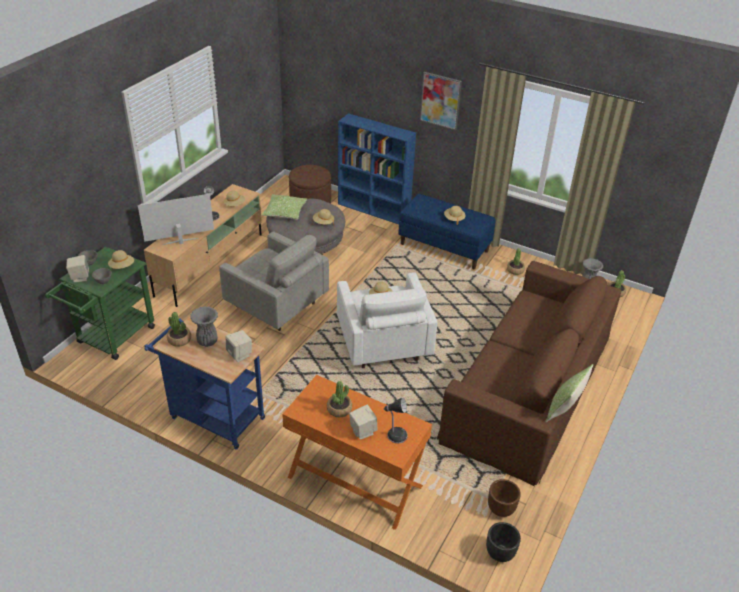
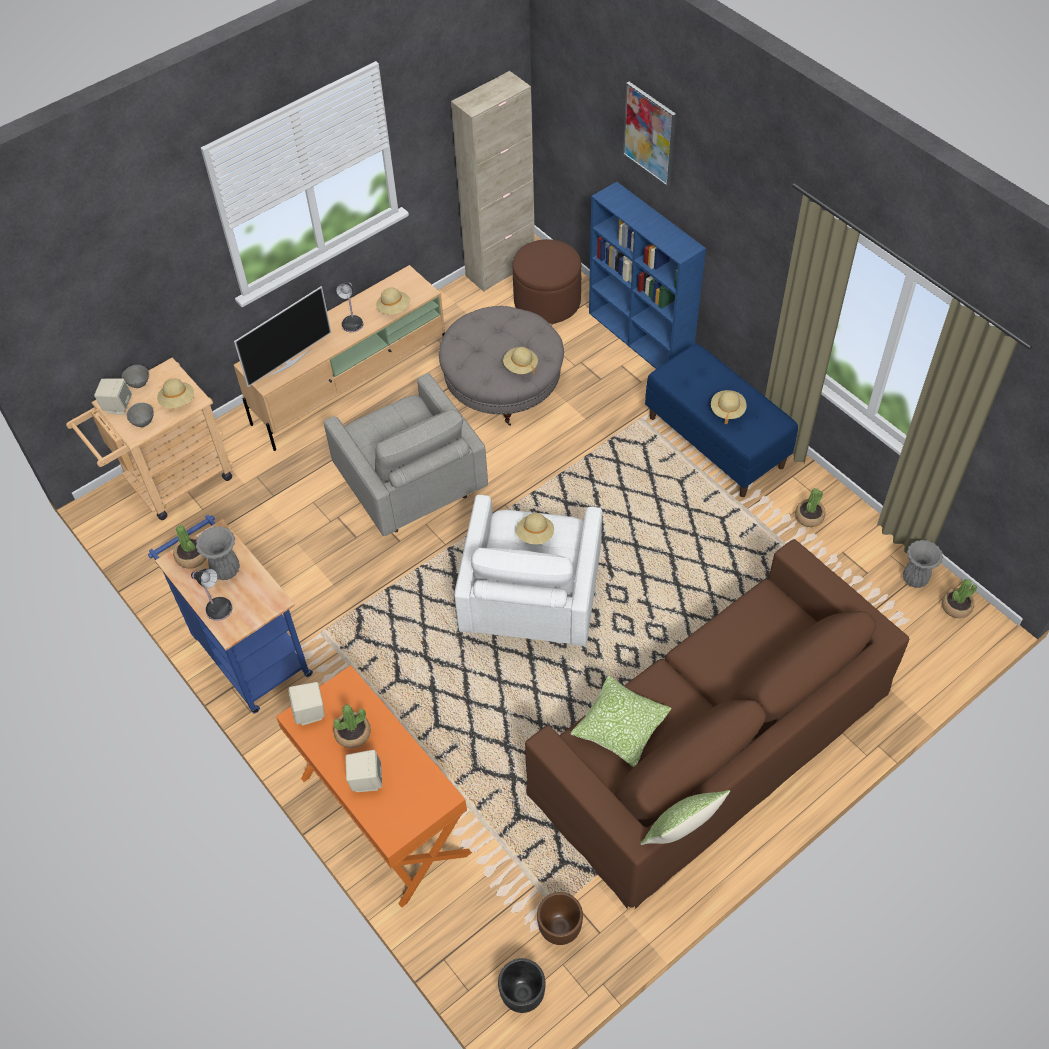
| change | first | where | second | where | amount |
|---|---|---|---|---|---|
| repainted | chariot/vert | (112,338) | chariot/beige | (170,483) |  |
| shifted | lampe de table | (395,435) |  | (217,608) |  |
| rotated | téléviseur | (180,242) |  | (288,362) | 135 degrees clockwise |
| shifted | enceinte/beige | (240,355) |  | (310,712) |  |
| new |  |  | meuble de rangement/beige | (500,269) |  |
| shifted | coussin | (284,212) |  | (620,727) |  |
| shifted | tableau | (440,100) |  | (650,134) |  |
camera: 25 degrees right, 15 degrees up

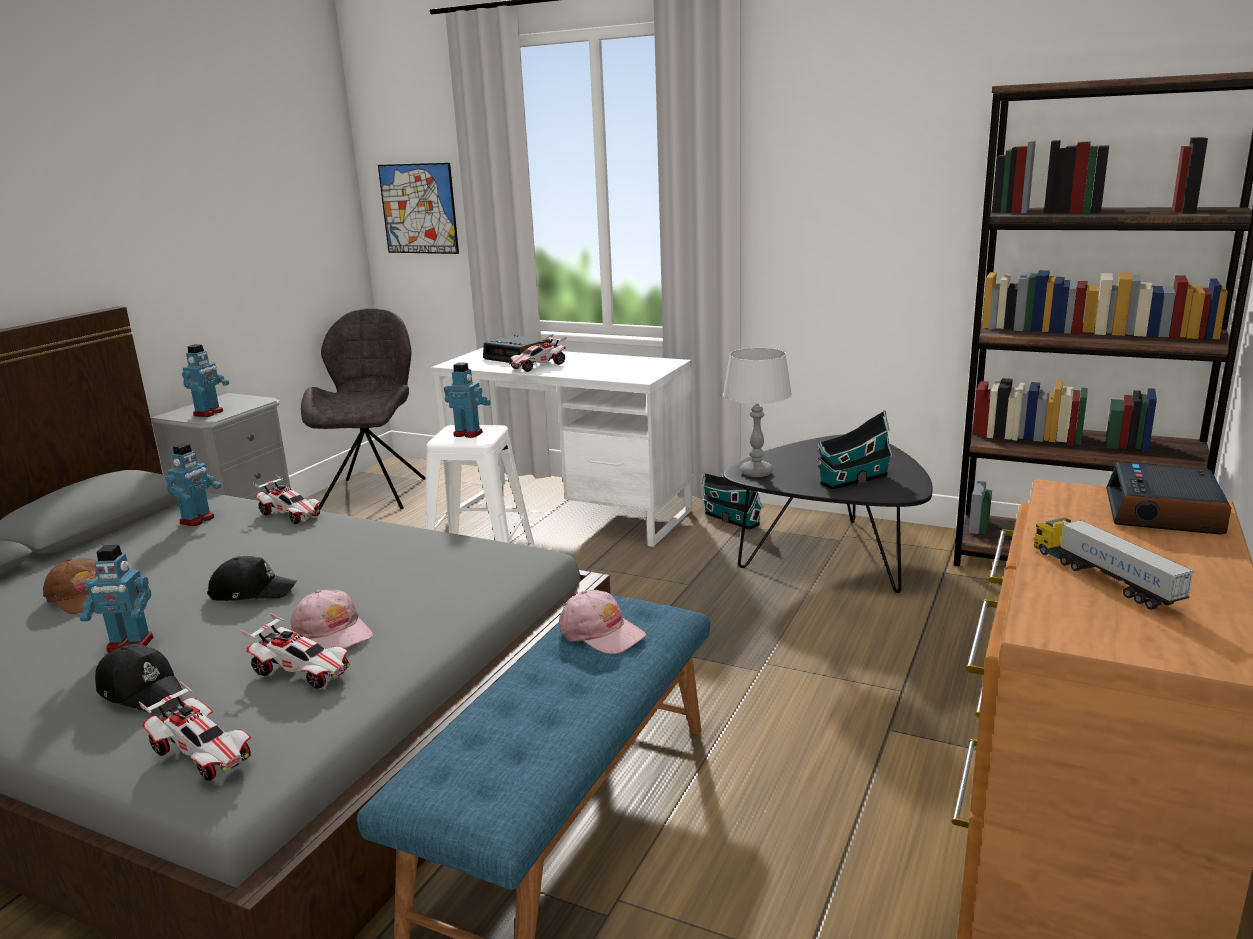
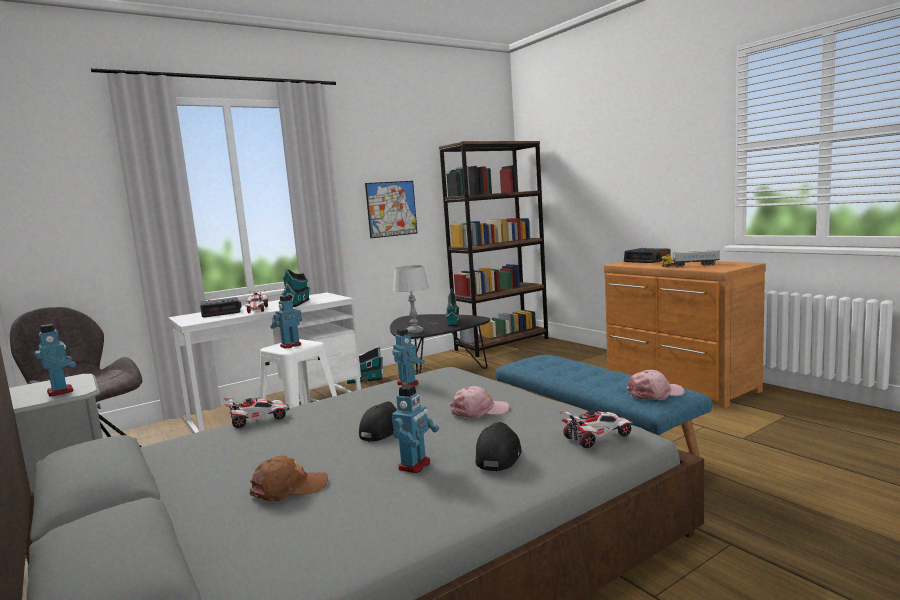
| change | first | where | second | where | amount |
|---|---|---|---|---|---|
| new |  |  | maison miniature | (298,303) |  |
| shifted | tableau | (418,209) |  | (391,209) |  |
| shifted | robot jouet | (198,520) |  | (408,383) |  |
| rotated | casquette/noir | (141,689) |  | (498,455) | 45 degrees counterclockwise |
| shifted | casquette/rose | (601,633) |  | (655,393) |  |
| gone | petite voiture | (302,672) |  |  |  |
camera: 60 degrees left, 10 degrees down

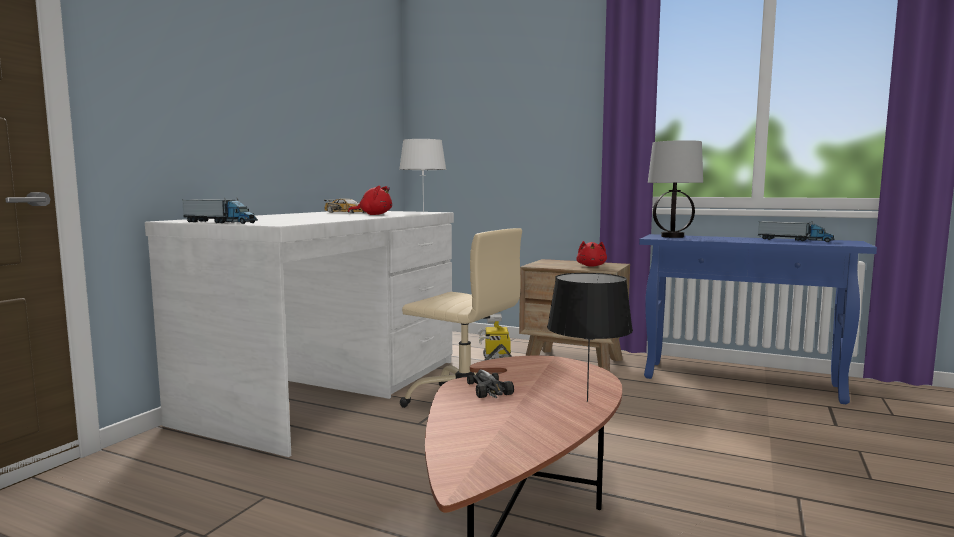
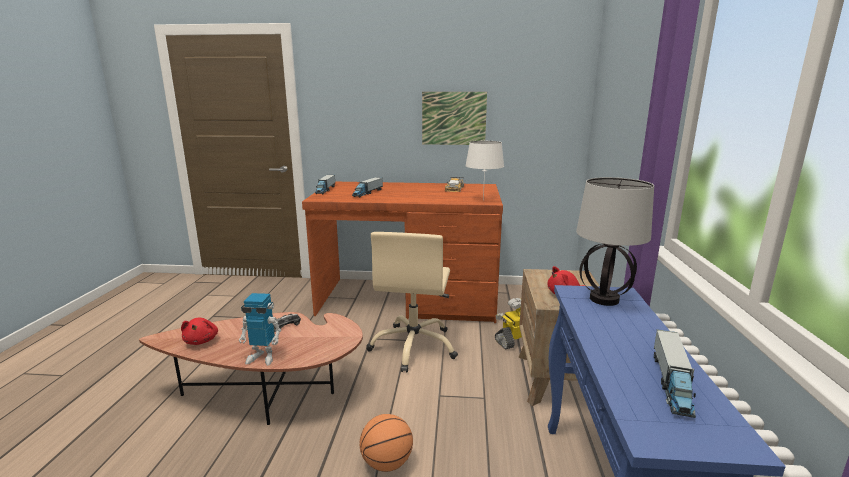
| change | first | where | second | where | amount |
|---|---|---|---|---|---|
| shifted | peluche/rouge | (373,215) |  | (202,341) |  |
| swapped | lampe de table/noir | (586,401) | robot jouet | (262,357) |  |
| repainted | bureau/blanc | (331,389) | bureau/marron | (409,299) |  |
| new |  |  | camion jouet | (367,193) |  |
| new |  |  | ballon de basket | (387,463) |  |
| new |  |  | tableau | (453,118) |  |
camera: 70 degrees right, 10 degrees up

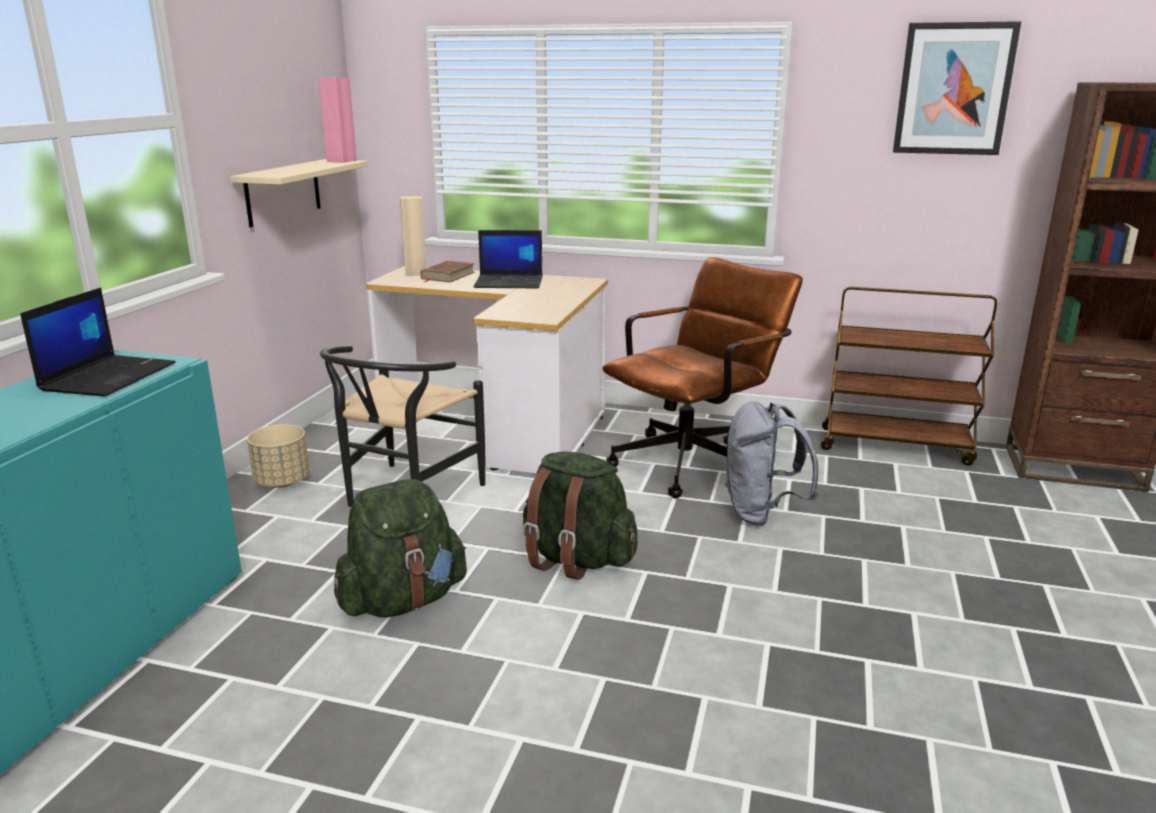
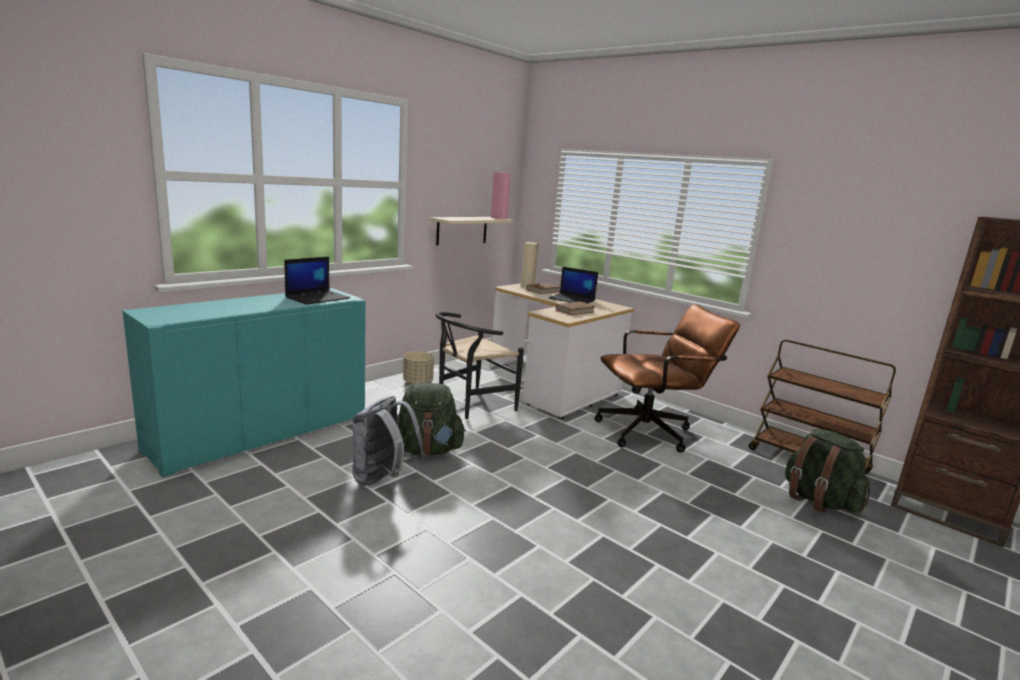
| change | first | where | second | where | amount |
|---|---|---|---|---|---|
| shifted | sac à dos/gris | (762,513) |  | (383,479) |  |
| new |  |  | livre/marron | (574,311) |  |
| shifted | sac à dos/vert | (576,560) |  | (818,501) |  |
| gone | tableau | (953,89) |  |  |  |
camera: 25 degrees right, 5 degrees down

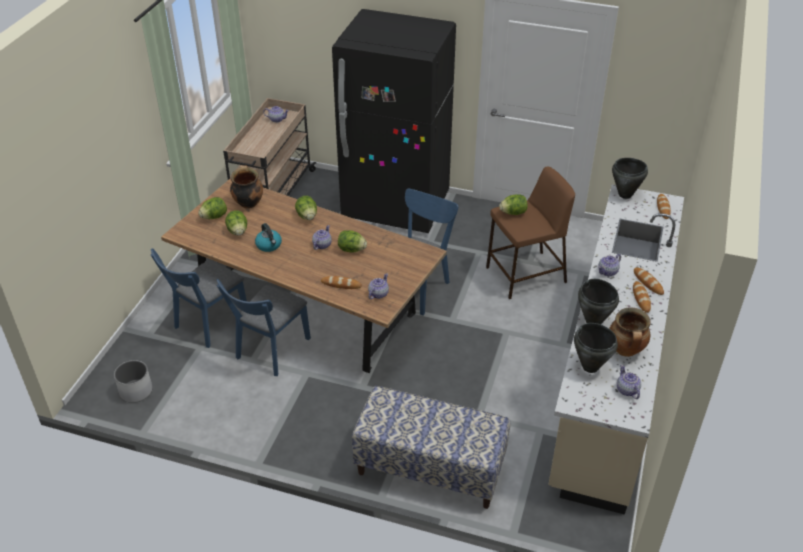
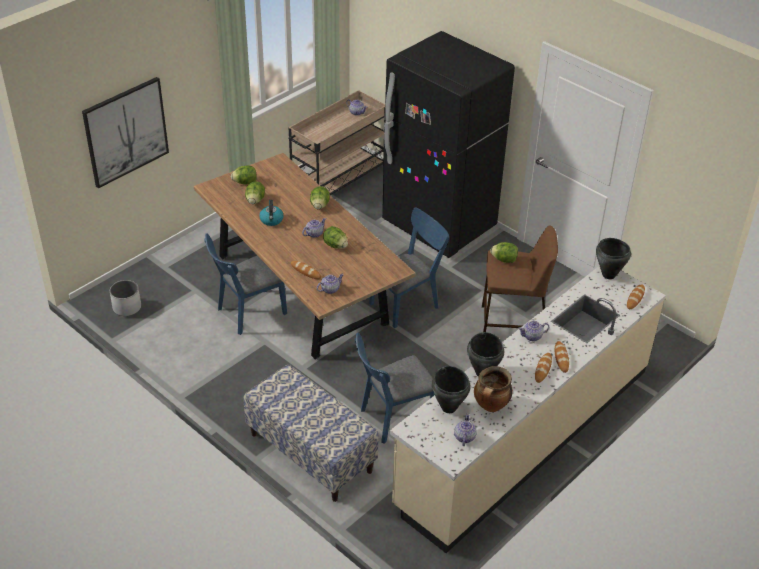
| change | first | where | second | where | amount |
|---|---|---|---|---|---|
| new |  |  | tableau | (126,131) |  |
| shifted | chaise/bleu | (207,324) |  | (392,418) |  |
| gone | marmite | (248,203) |  |  |  |
camera: 25 degrees right, 0 degrees up

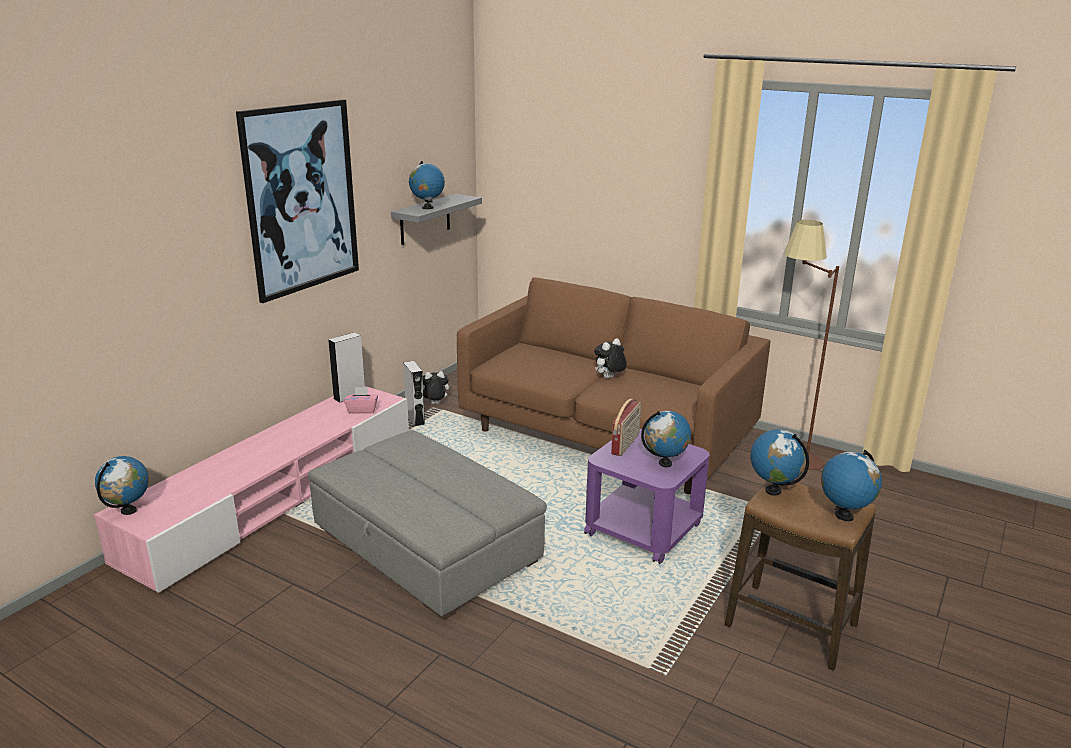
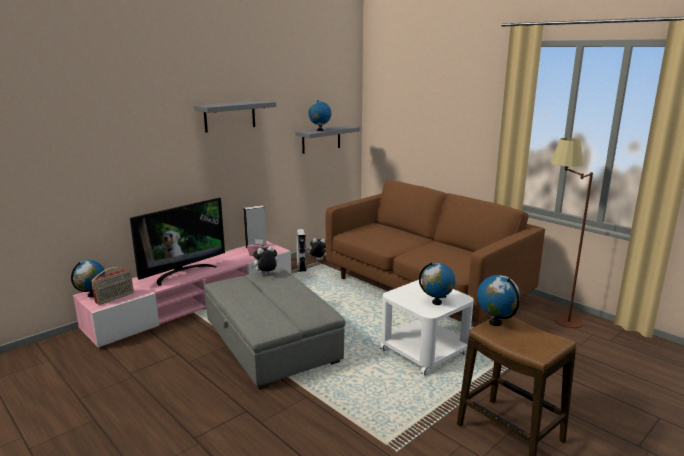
| change | first | where | second | where | amount |
|---|---|---|---|---|---|
| shifted | radio | (626,444) |  | (115,298) |  |
| new |  |  | téléviseur | (182,272) |  |
| swapped | tableau | (301,198) | étagère/gris | (230,116) |  |
| shifted | peluche | (609,378) |  | (266,275) |  |
| repainted | table d'appoint/violet | (643,528) | table d'appoint/blanc | (424,351) |  |
| gone | globe | (844,516) |  |  |  |
camera: 15 degrees right, 5 degrees down

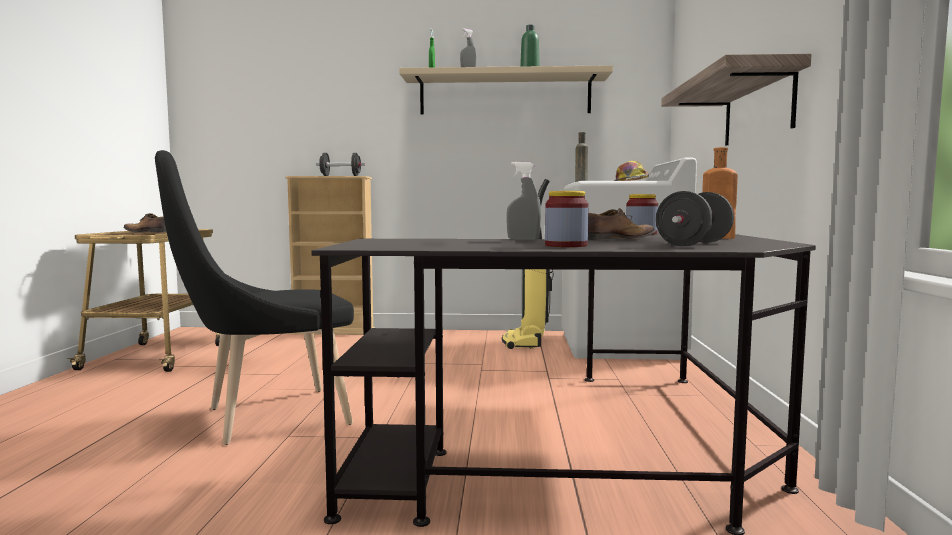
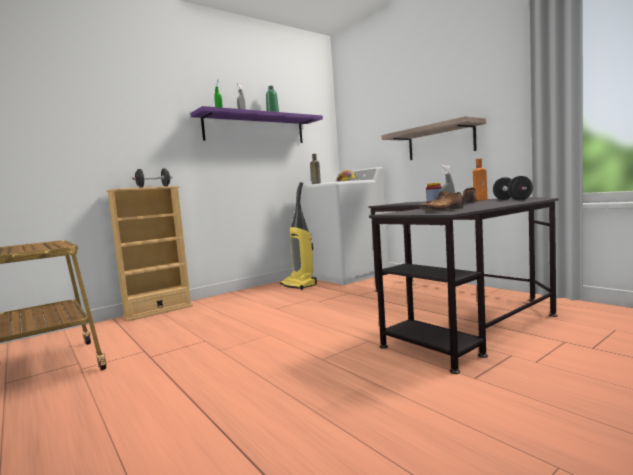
| change | first | where | second | where | amount |
|---|---|---|---|---|---|
| repainted | étagère/beige | (505,95) | étagère/violet | (255,129) |  |
| shifted | chaussure | (146,232) |  | (443,210) |  |
| gone | chaise/noir | (266,418) |  |  |  |
| gone | bocal | (566,245) |  |  |  |
camera: 40 degrees left, 0 degrees up

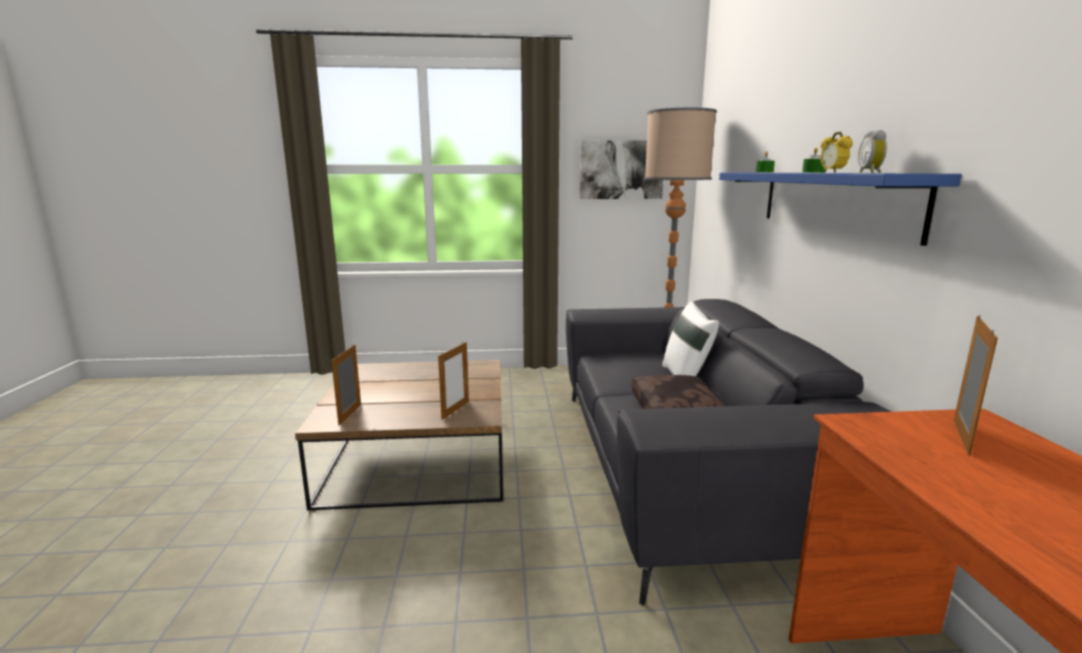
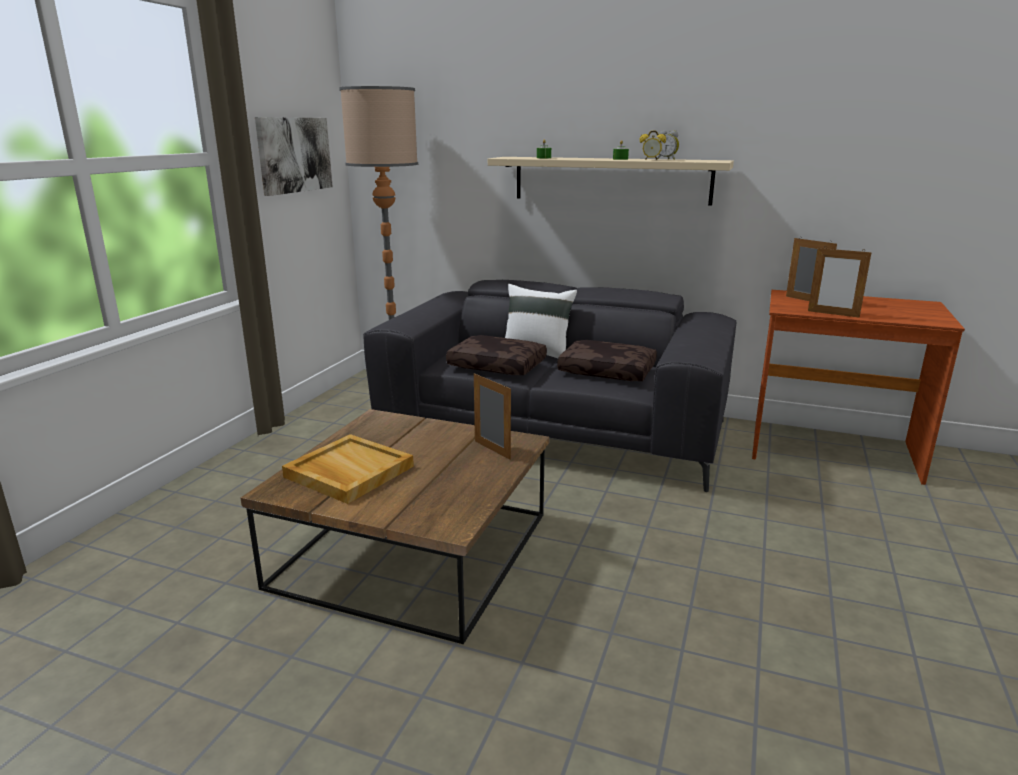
| change | first | where | second | where | amount |
|---|---|---|---|---|---|
| new |  |  | plateau/beige | (348,472) |  |
| new |  |  | coussin/marron | (498,365) |  |
| repainted | étagère/bleu | (833,201) | étagère/beige | (611,180) |  |
| shifted | cadre photo | (350,414) |  | (833,314) |  |
camera: 65 degrees left, 5 degrees up

